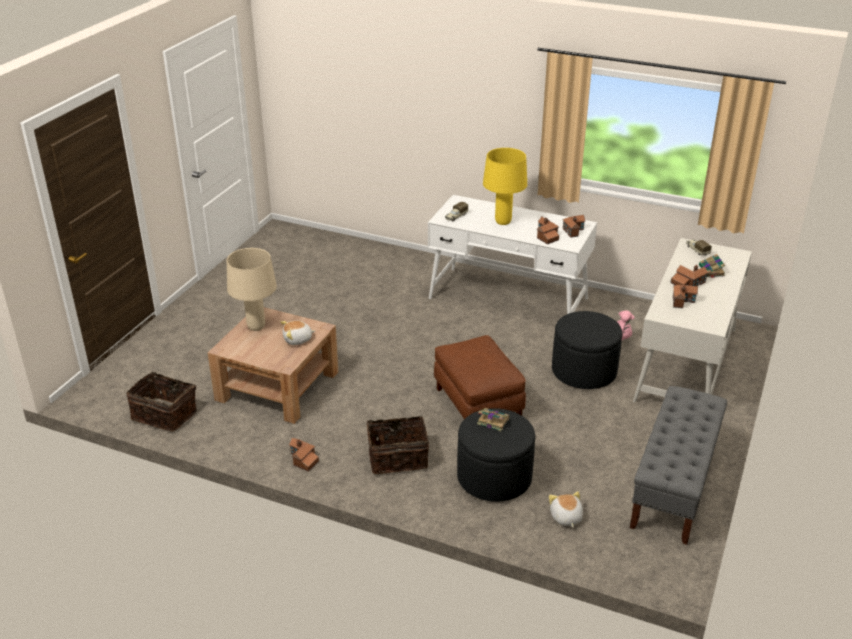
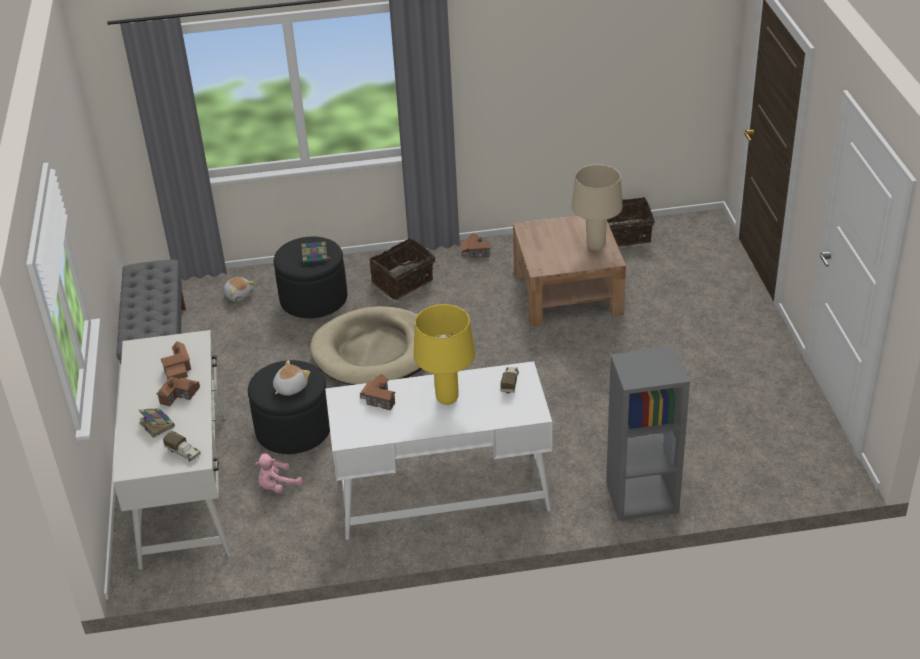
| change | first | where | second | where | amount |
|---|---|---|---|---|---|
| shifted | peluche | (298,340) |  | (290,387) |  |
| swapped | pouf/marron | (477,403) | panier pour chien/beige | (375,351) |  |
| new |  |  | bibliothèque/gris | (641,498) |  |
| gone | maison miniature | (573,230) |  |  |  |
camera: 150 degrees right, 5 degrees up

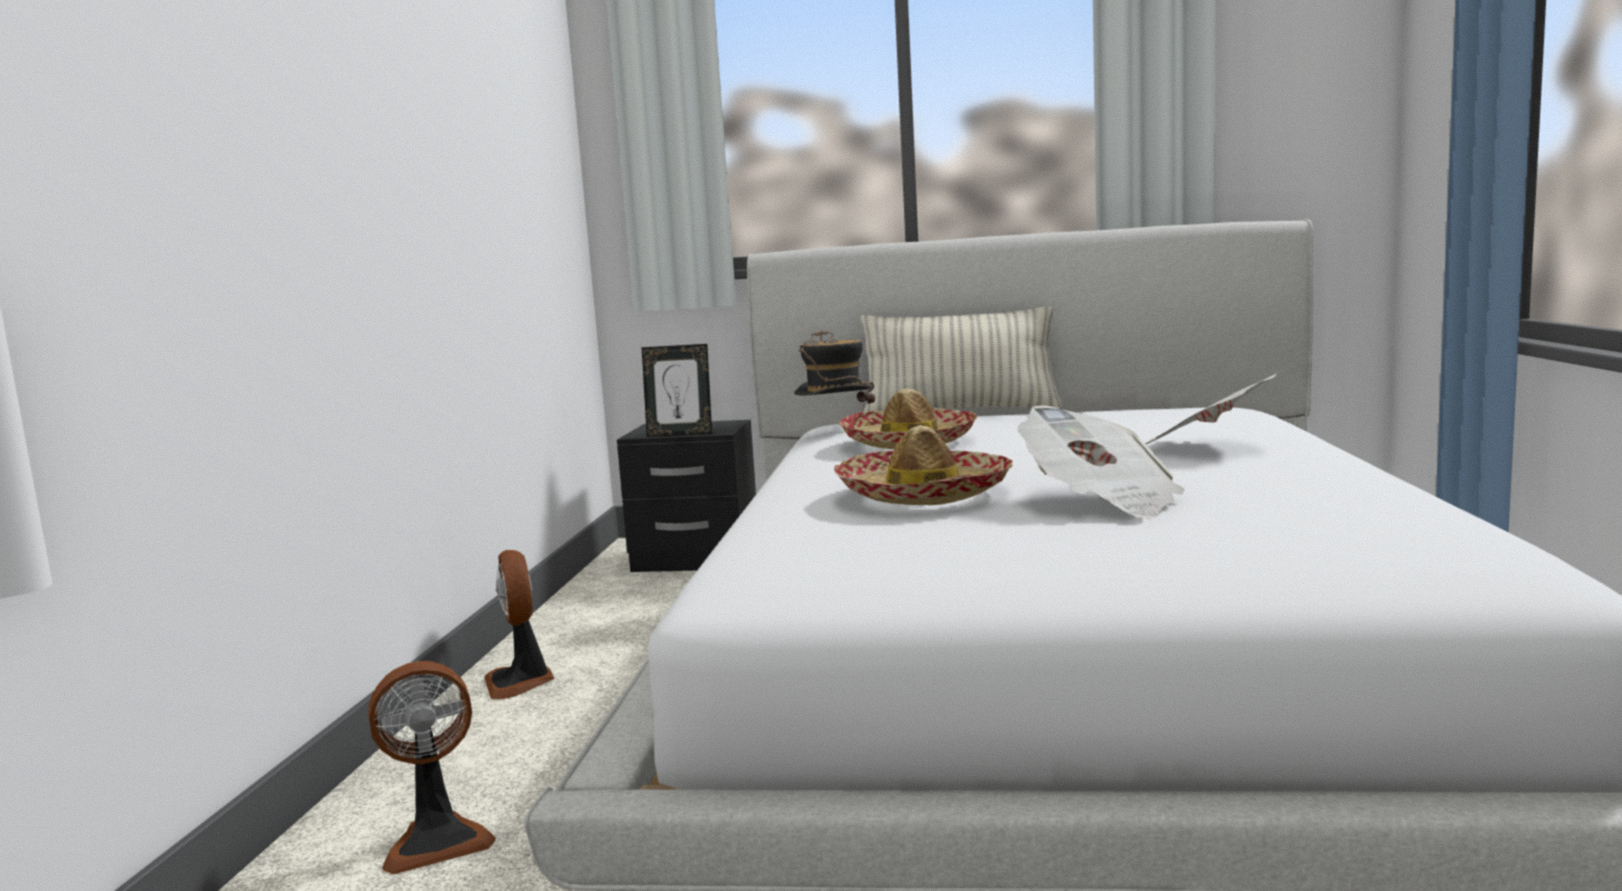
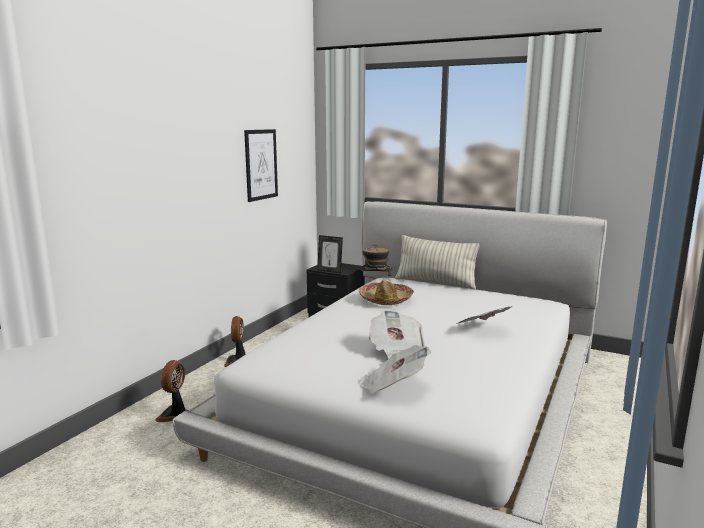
| change | first | where | second | where | amount |
|---|---|---|---|---|---|
| rotated | ventilateur | (437,841) |  | (175,415) | 105 degrees clockwise |
| new |  |  | tableau | (261,164) |  |
| new |  |  | journal | (393,385) |  |
| gone | chapeau | (924,494) |  |  |  |
camera: 20 degrees right, 5 degrees up

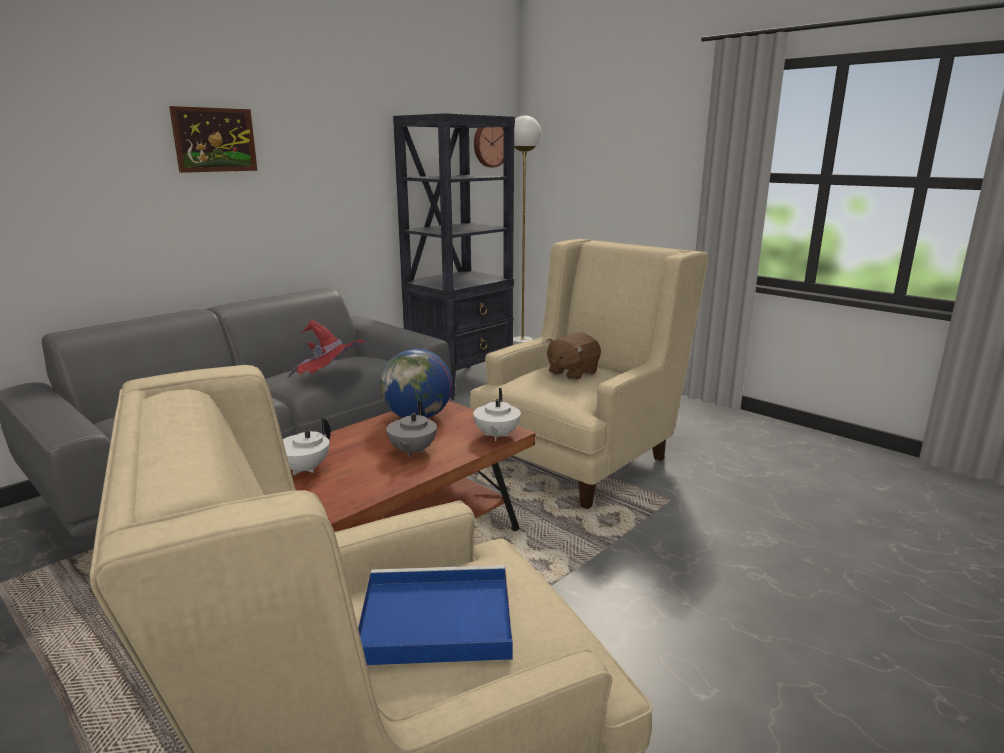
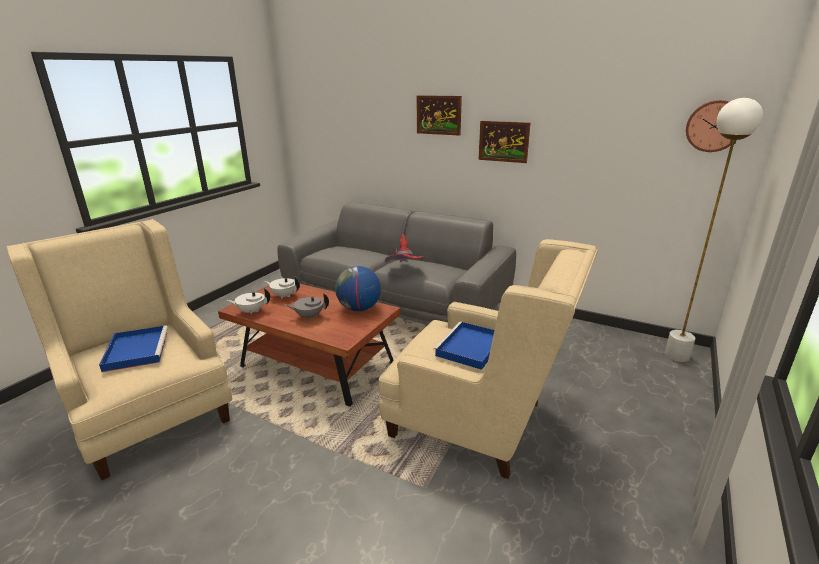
| change | first | where | second | where | amount |
|---|---|---|---|---|---|
| shifted | théière/blanc | (496,436) |  | (251,311) |  |
| swapped | peluche/marron | (572,373) | plateau/bleu | (470,348) |  |
| new |  |  | tableau | (503,141) |  |
| gone | bibliothèque/noir | (461,382) |  |  |  |
camera: 75 degrees right, 5 degrees up

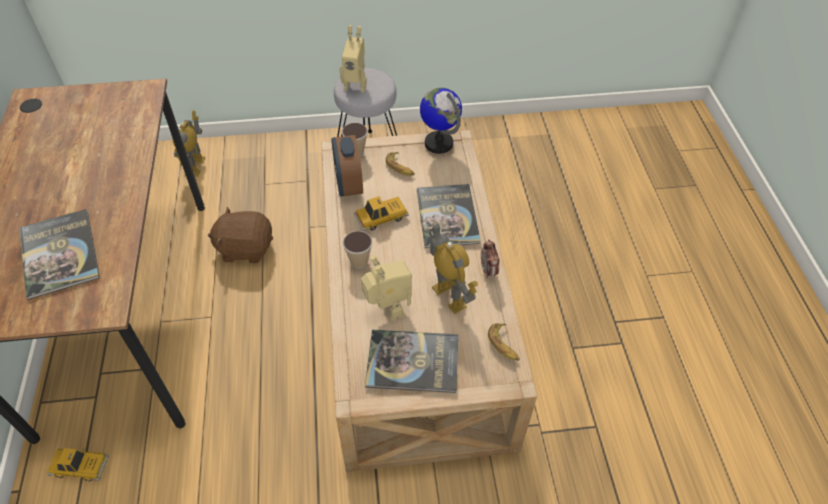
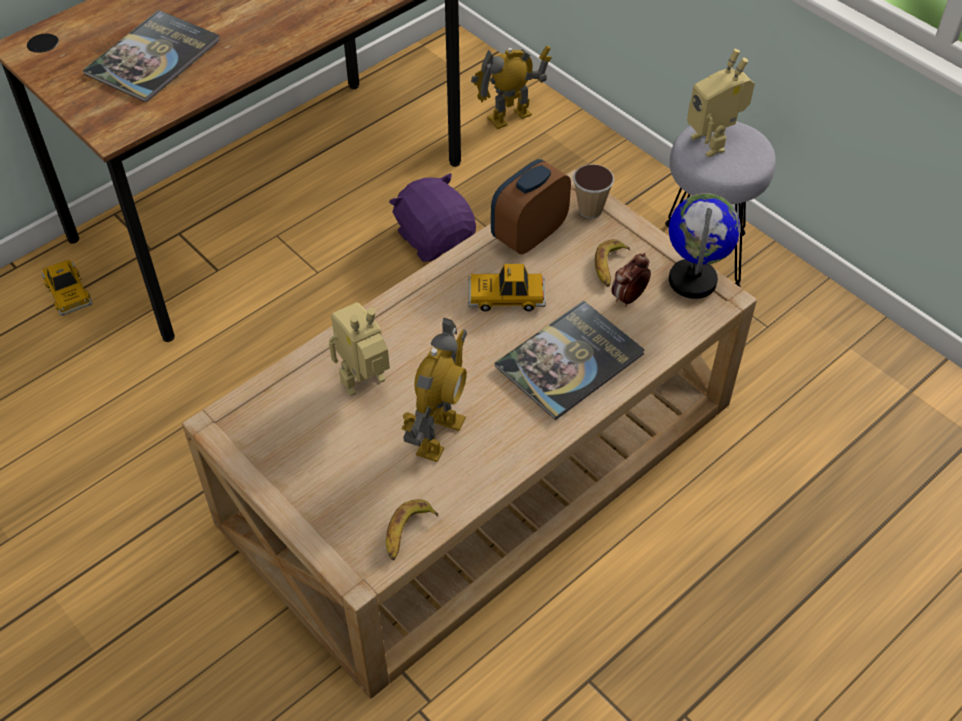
| change | first | where | second | where | amount |
|---|---|---|---|---|---|
| rotated | robot jouet | (387,310) |  | (366,385) | 150 degrees counterclockwise |
| repainted | peluche/marron | (245,248) | peluche/violet | (435,238) |  |
| rotated | petite voiture | (381,217) |  | (506,296) | 150 degrees clockwise |
| shifted | réveil | (488,271) |  | (628,298) |  |
| gone | tasse | (359,262) |  |  |  |
| gone | livre | (412,361) |  |  |  |
camera: 55 degrees right, 0 degrees up

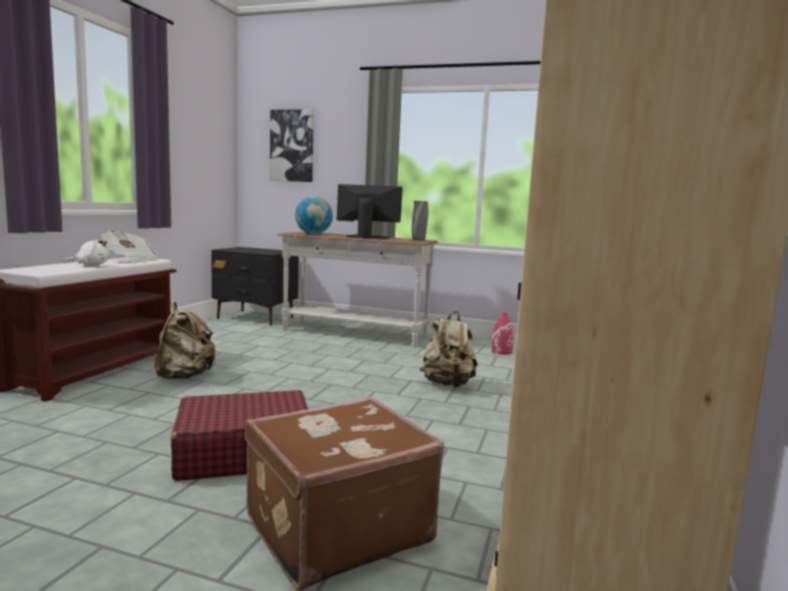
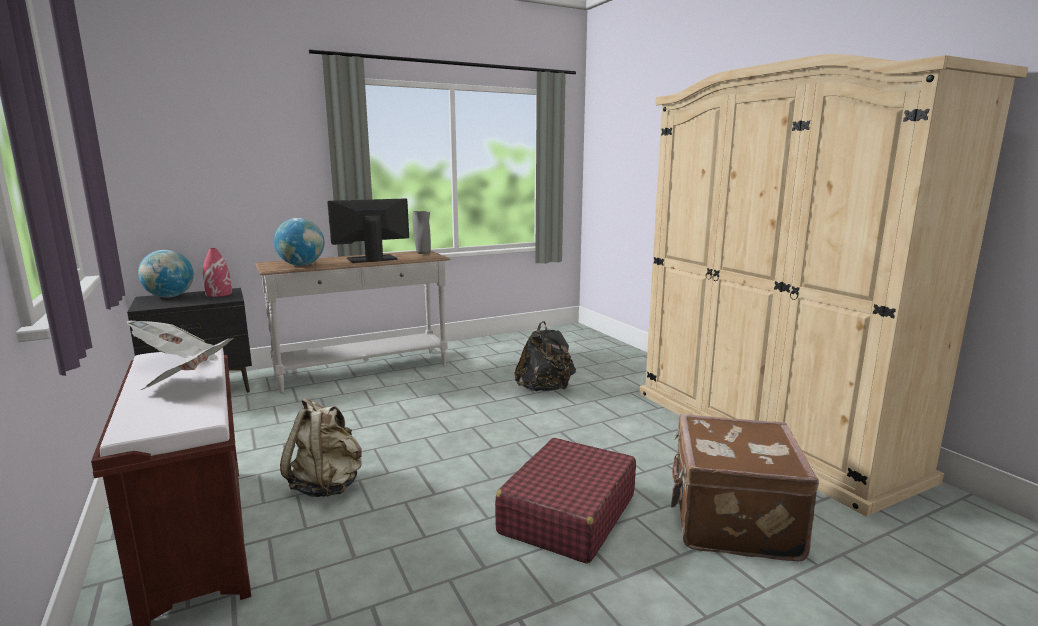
| change | first | where | second | where | amount |
|---|---|---|---|---|---|
| new |  |  | globe | (169,297) |  |
| swapped | peluche/blanc | (91,265) | journal | (191,385) |  |
| shifted | vase/rouge | (501,352) |  | (218,294) |  |
| repainted | sac à dos/beige | (448,385) | sac à dos/noir | (545,389) |  |
| gone | tableau | (292,146) |  |  |  |
camera: 45 degrees left, 5 degrees up

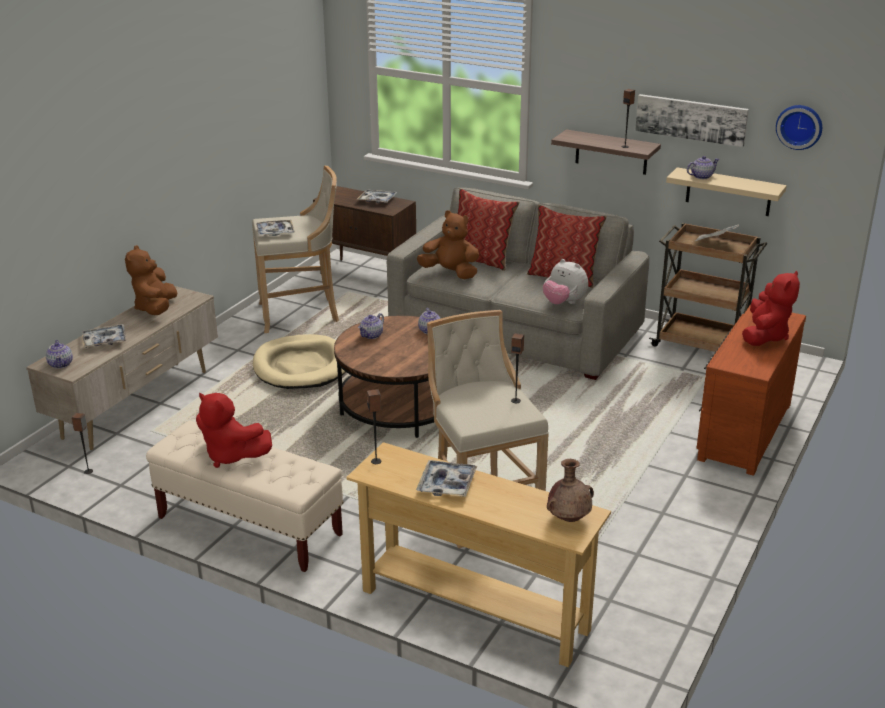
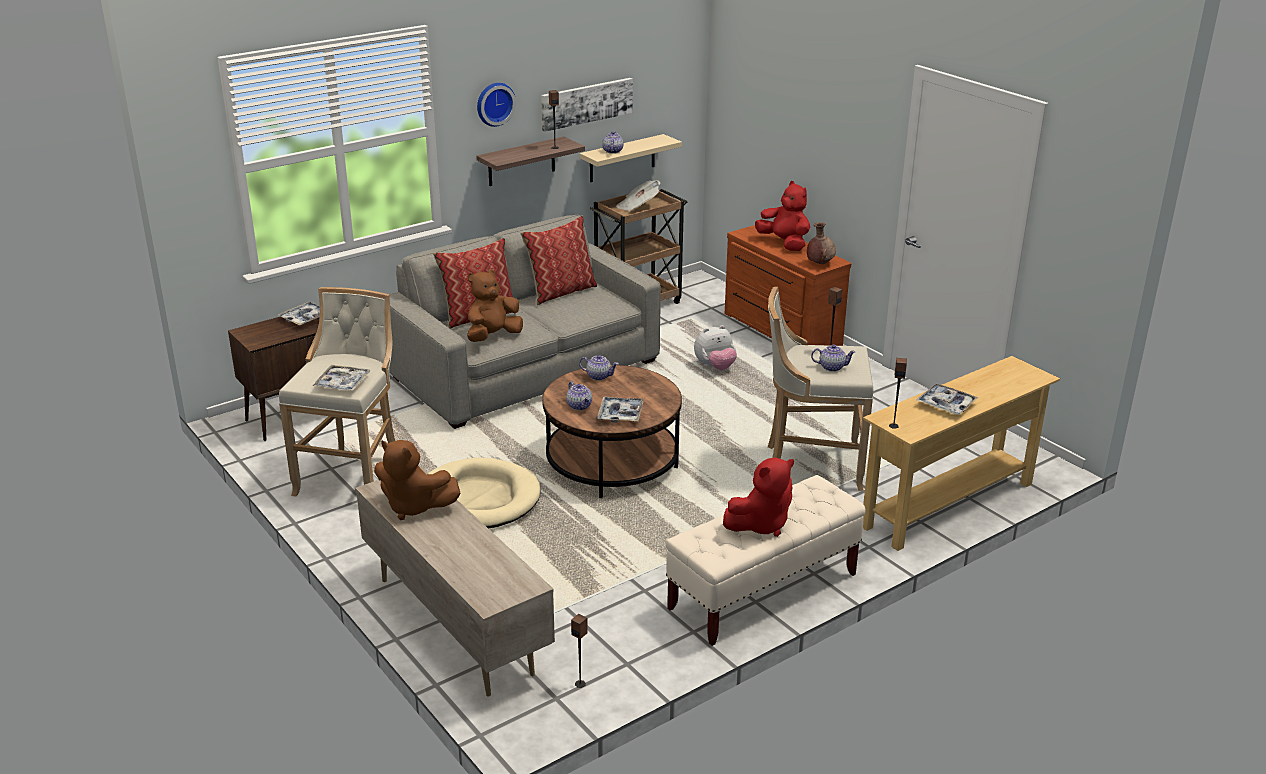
| change | first | where | second | where | amount |
|---|---|---|---|---|---|
| shifted | horloge murale | (799,126) |  | (494,103) |  |
| shifted | plateau | (104,341) |  | (620,414) |  |
| shifted | peluche | (564,303) |  | (715,367) |  |
| shifted | vase/marron | (569,518) |  | (819,263) |  |
| shifted | théière | (61,364) |  | (831,367) |  |
camera: 65 degrees left, 0 degrees up

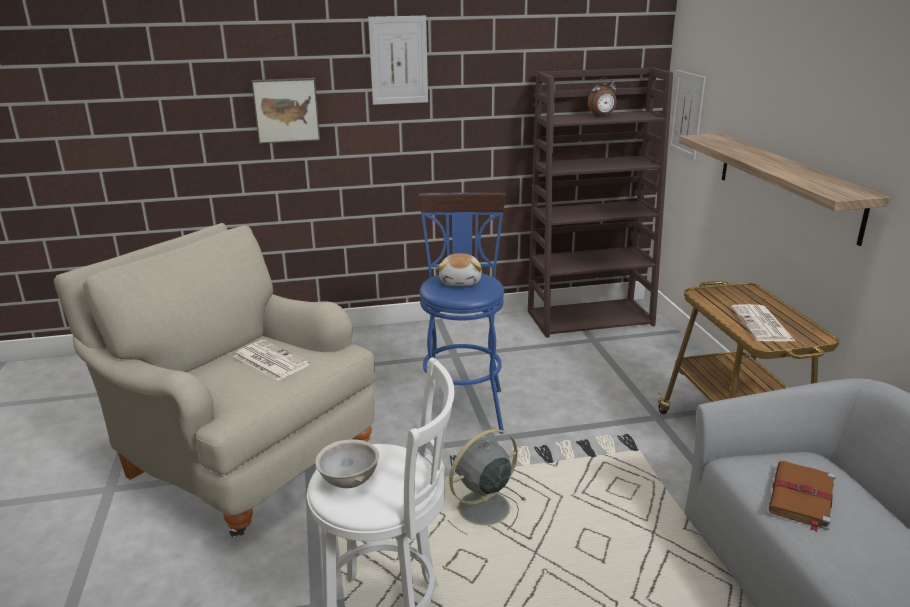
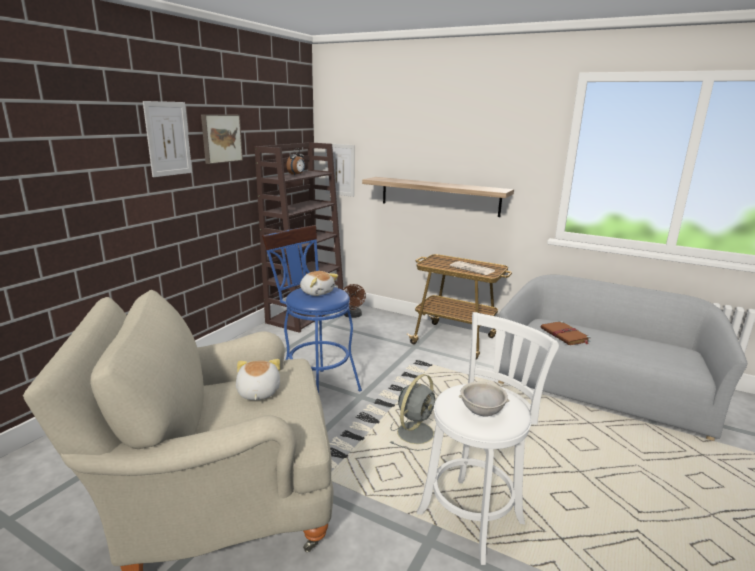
| change | first | where | second | where | amount |
|---|---|---|---|---|---|
| shifted | tableau | (286,110) |  | (220,138) |  |
| swapped | journal | (270,360) | peluche | (257,392) |  |
| new |  |  | ventilateur/marron | (353,316) |  |
| rotated | ventilateur/gris | (481,509) |  | (416,432) | 150 degrees counterclockwise |
camera: 50 degrees left, 5 degrees down

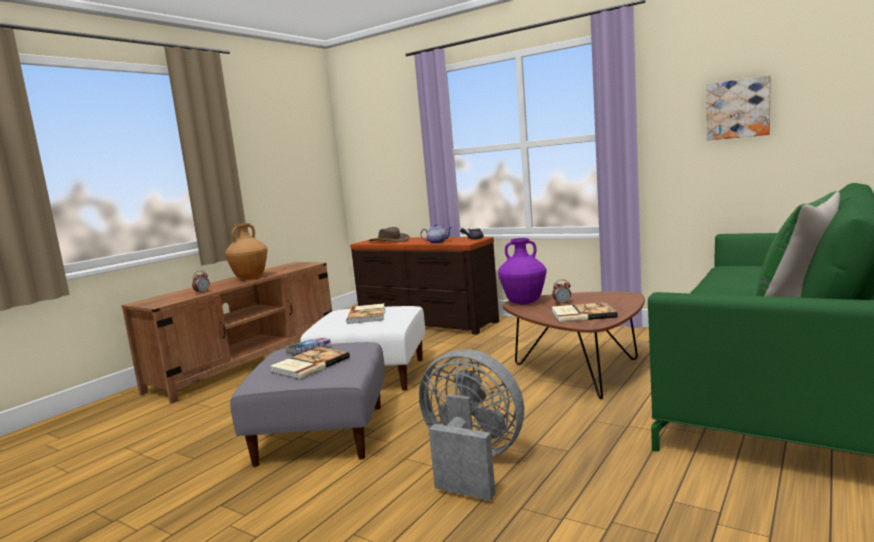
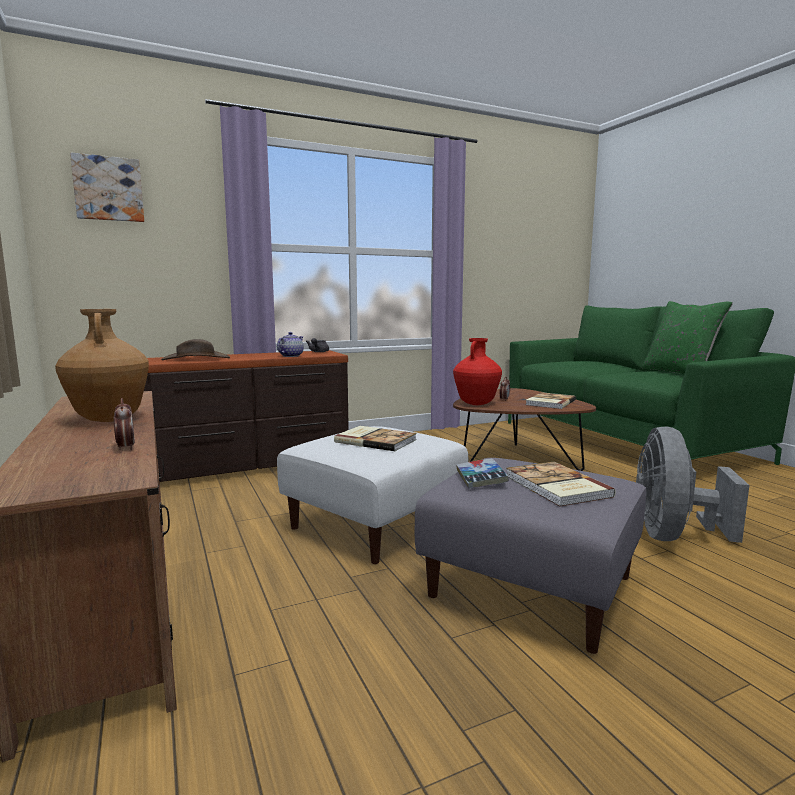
| change | first | where | second | where | amount |
|---|---|---|---|---|---|
| shifted | tableau | (738,109) |  | (108,189) |  |
| repainted | vase/violet | (523,303) | vase/rouge | (476,404) |  |
| rotated | ventilateur/gris | (471,463) |  | (673,535) | 45 degrees counterclockwise |
camera: 60 degrees left, 0 degrees up

